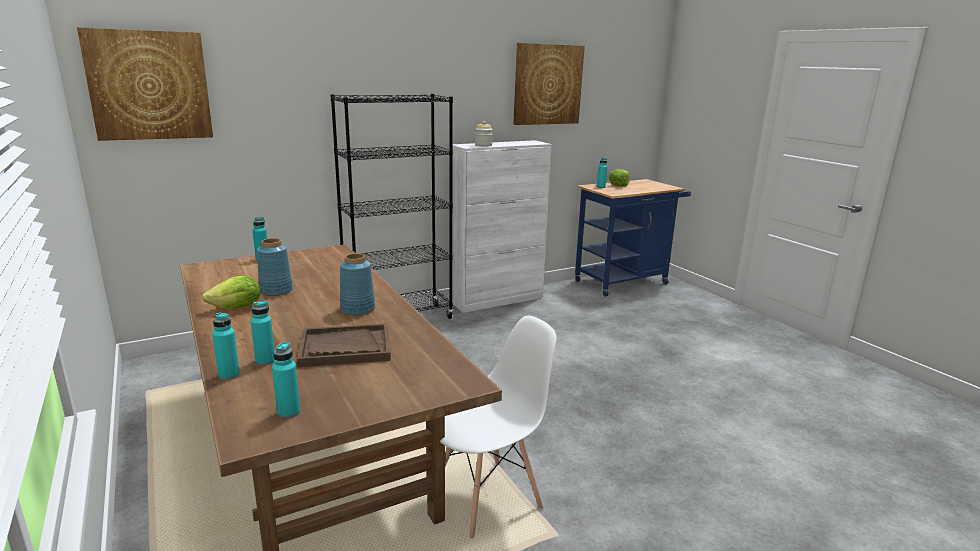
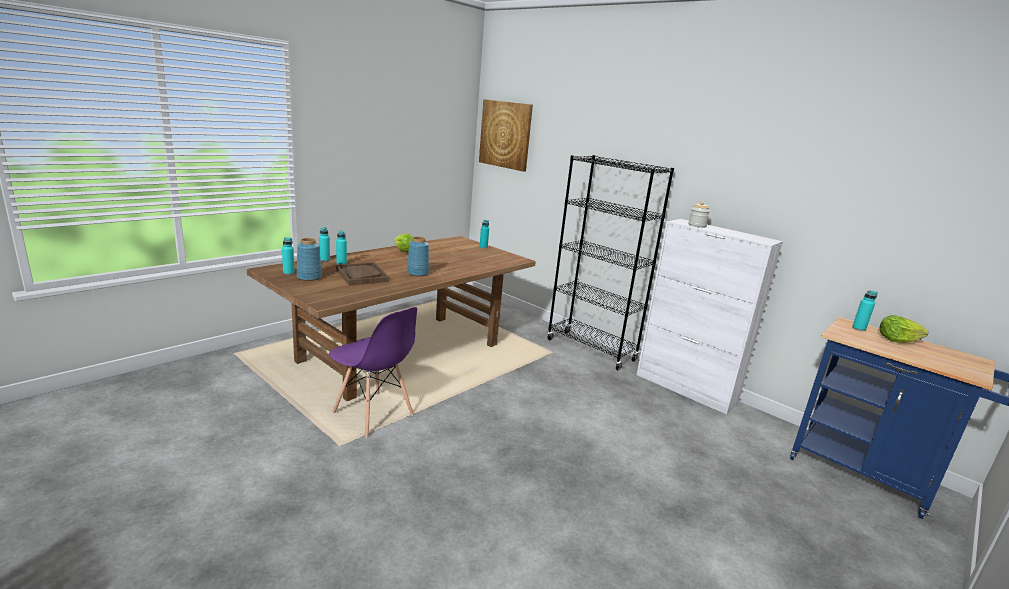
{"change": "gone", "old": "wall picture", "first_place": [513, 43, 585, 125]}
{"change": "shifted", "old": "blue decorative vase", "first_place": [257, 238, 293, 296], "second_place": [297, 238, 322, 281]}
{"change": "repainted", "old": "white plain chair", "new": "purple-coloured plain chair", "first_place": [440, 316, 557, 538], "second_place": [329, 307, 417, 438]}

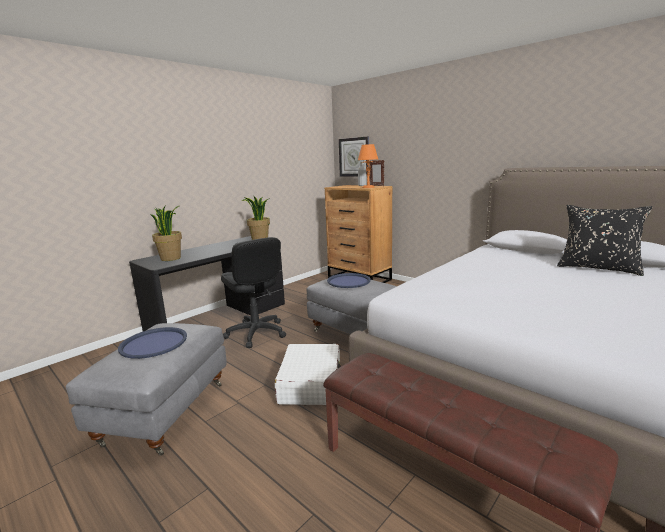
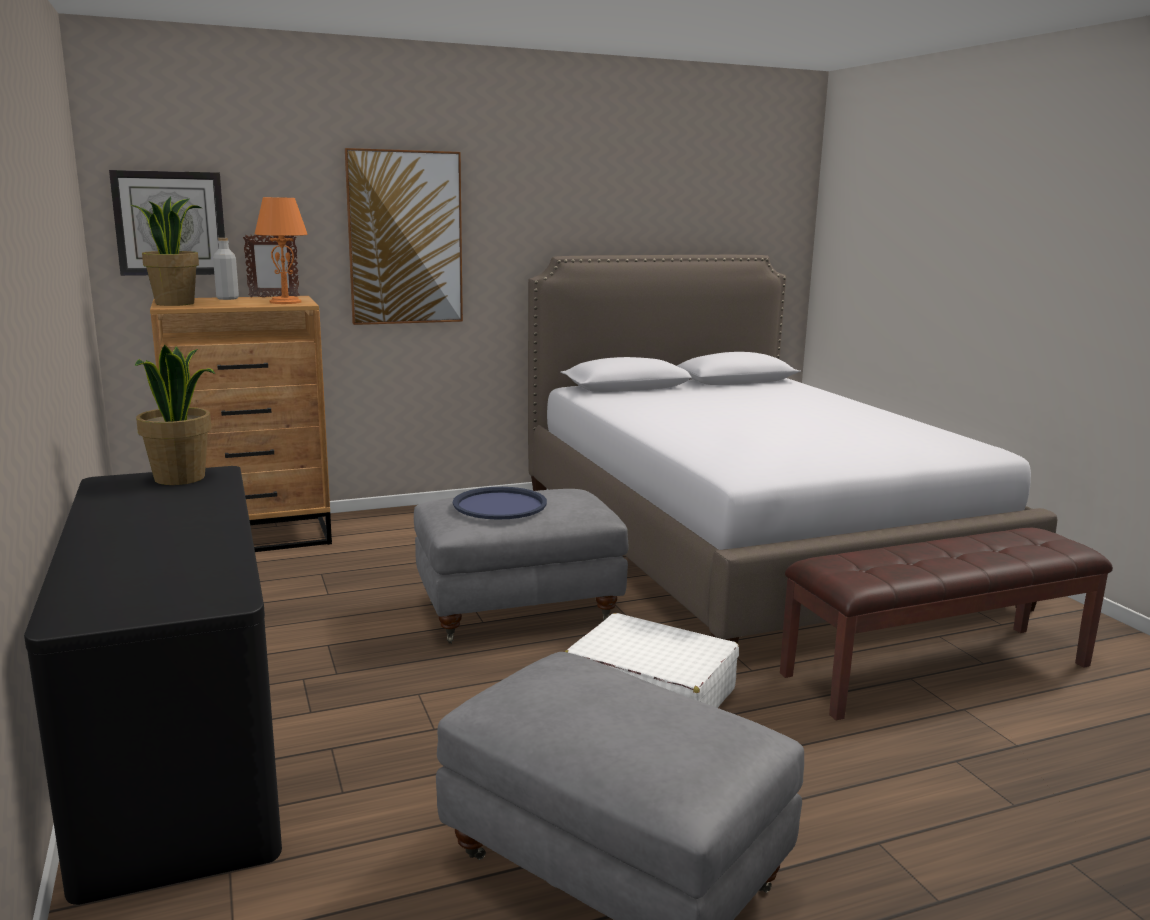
{"change": "gone", "old": "blue tray", "first_place": [118, 327, 187, 359]}
{"change": "gone", "old": "black-coloured desk chair", "first_place": [221, 237, 286, 348]}
{"change": "gone", "old": "black-coloured pillow", "first_place": [557, 205, 652, 276]}
{"change": "new", "new": "wall picture", "second_place": [345, 148, 463, 325]}
{"change": "shifted", "old": "potted plant", "first_place": [150, 205, 182, 261], "second_place": [131, 196, 202, 306]}

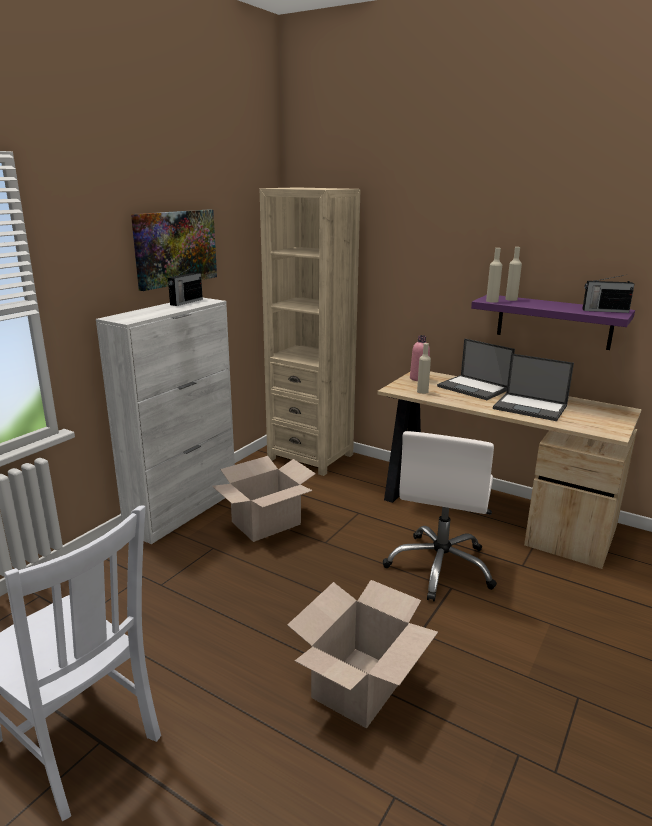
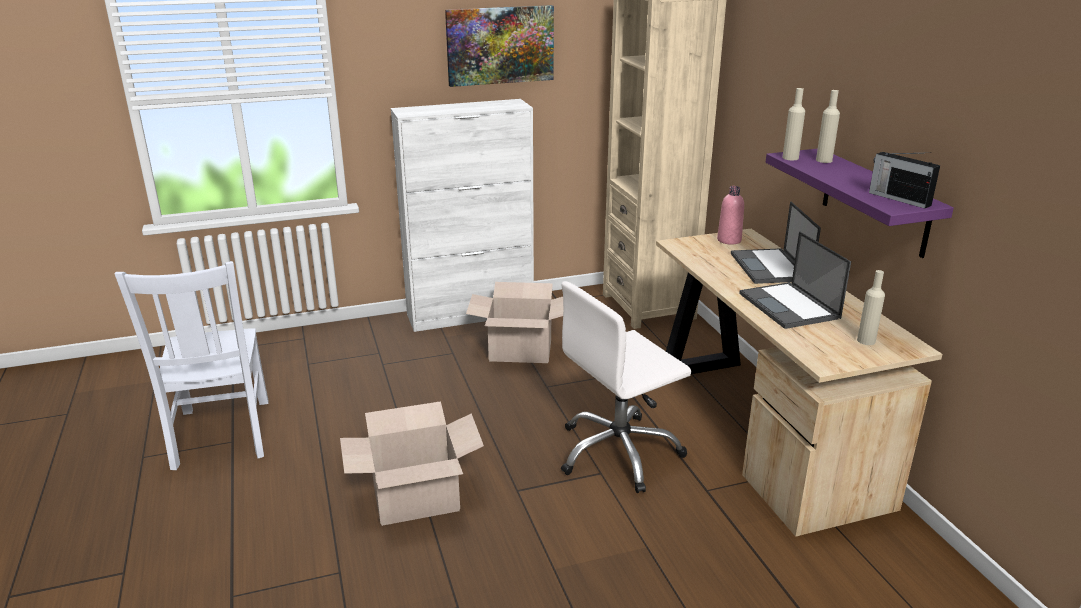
{"change": "gone", "old": "radio set", "first_place": [168, 267, 203, 306]}
{"change": "shifted", "old": "beige beverage bottle", "first_place": [417, 343, 431, 394], "second_place": [857, 270, 885, 345]}

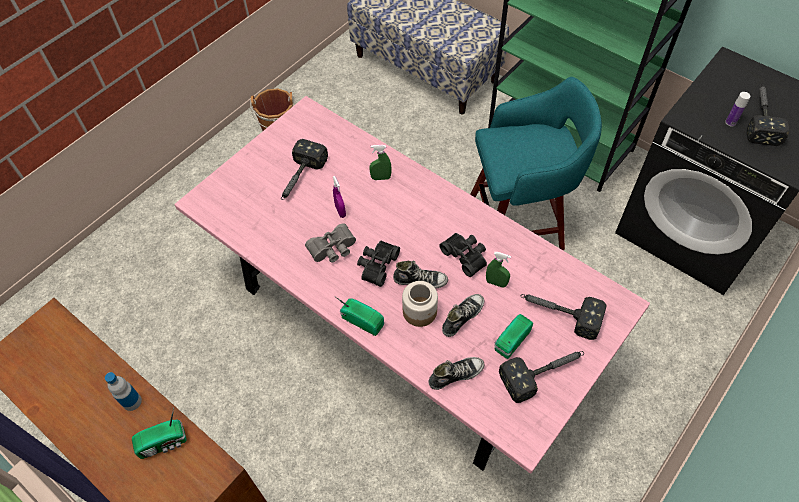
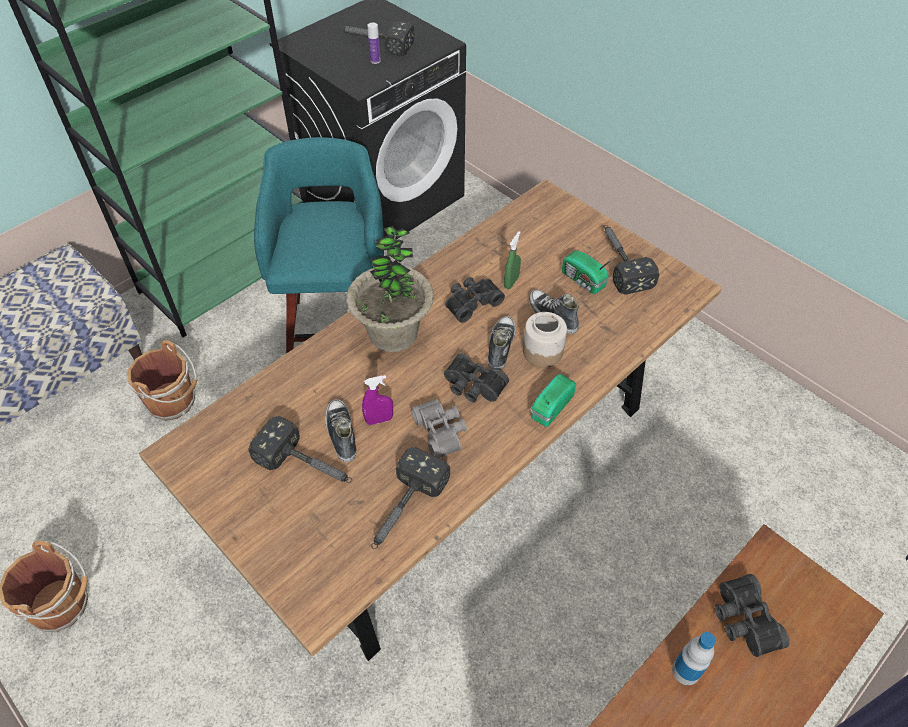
{"change": "gone", "old": "green-coloured hand sprayer", "first_place": [369, 145, 392, 180]}
{"change": "new", "new": "brown water bucket", "second_place": [128, 340, 197, 421]}
{"change": "new", "new": "potted plant", "second_place": [346, 226, 434, 352]}
{"change": "shifted", "old": "item of footwear", "first_place": [429, 357, 485, 390], "second_place": [325, 399, 357, 462]}
{"change": "shifted", "old": "hammer", "first_place": [521, 294, 607, 340], "second_place": [371, 447, 450, 549]}
{"change": "swapped", "old": "radio set", "new": "black-coloured pair of binoculars", "first_place": [132, 407, 187, 459], "second_place": [715, 574, 790, 657]}
{"change": "repainted", "old": "pinkish dinner table", "new": "brown dinner table", "first_place": [174, 96, 650, 473], "second_place": [139, 179, 722, 661]}

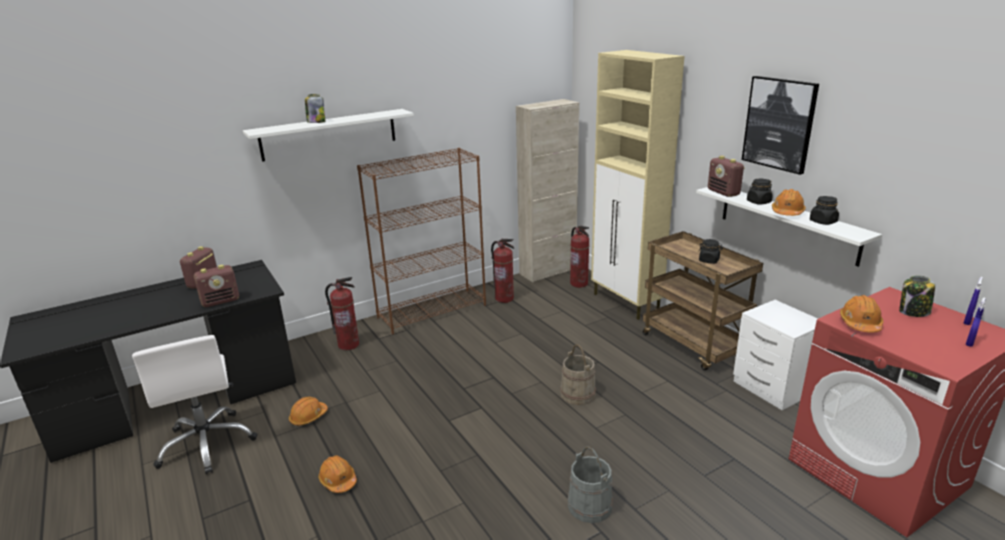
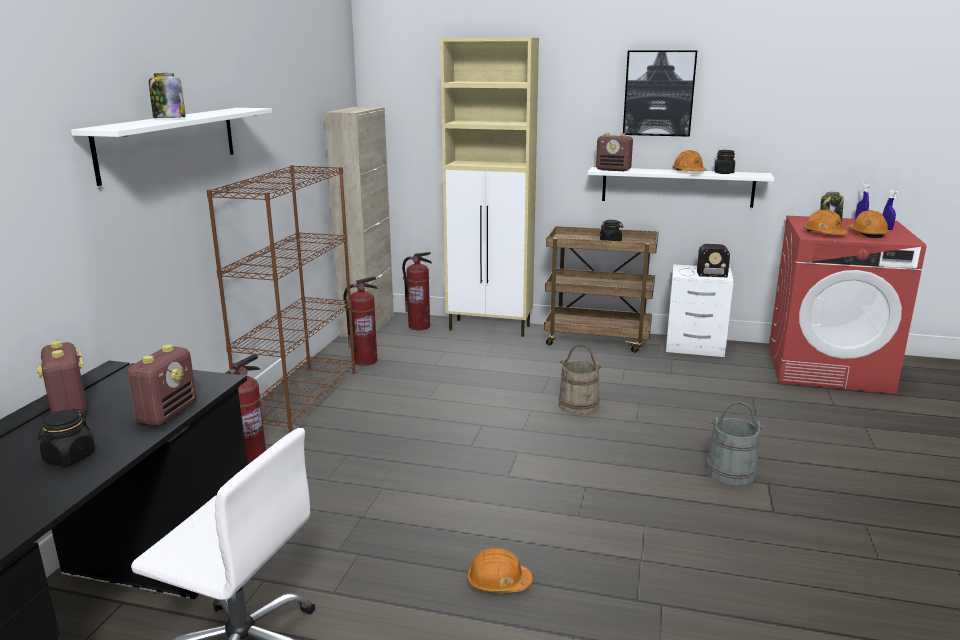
{"change": "new", "new": "radio set", "second_place": [679, 244, 730, 277]}
{"change": "shifted", "old": "orange safety helmet", "first_place": [289, 397, 328, 426], "second_place": [849, 210, 889, 238]}
{"change": "shifted", "old": "black-coloured storage jar", "first_place": [747, 179, 773, 205], "second_place": [38, 409, 95, 466]}

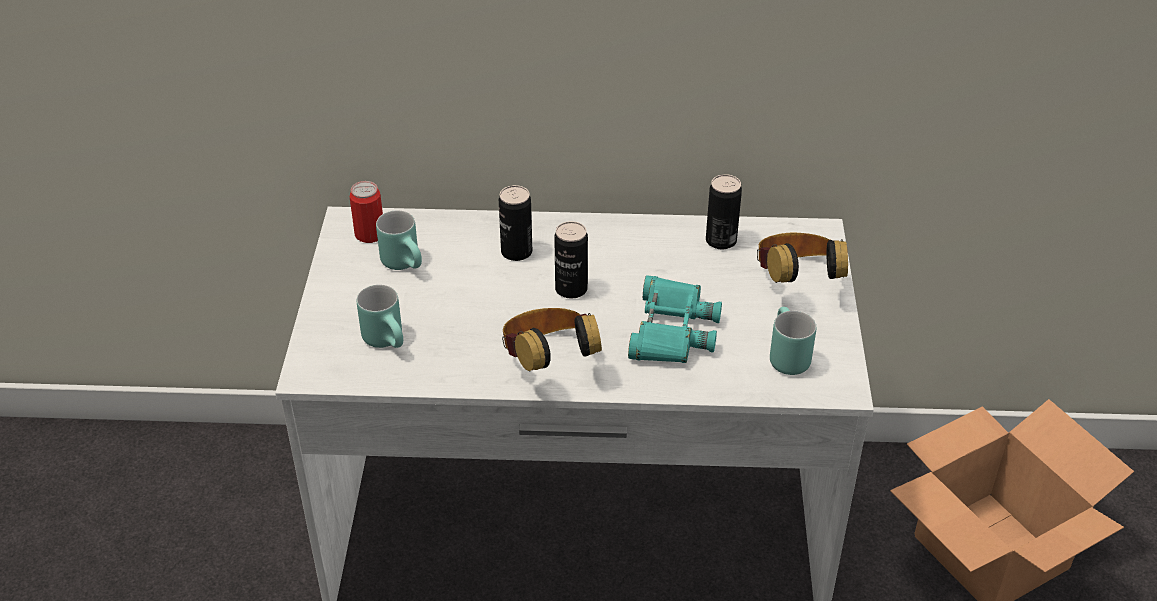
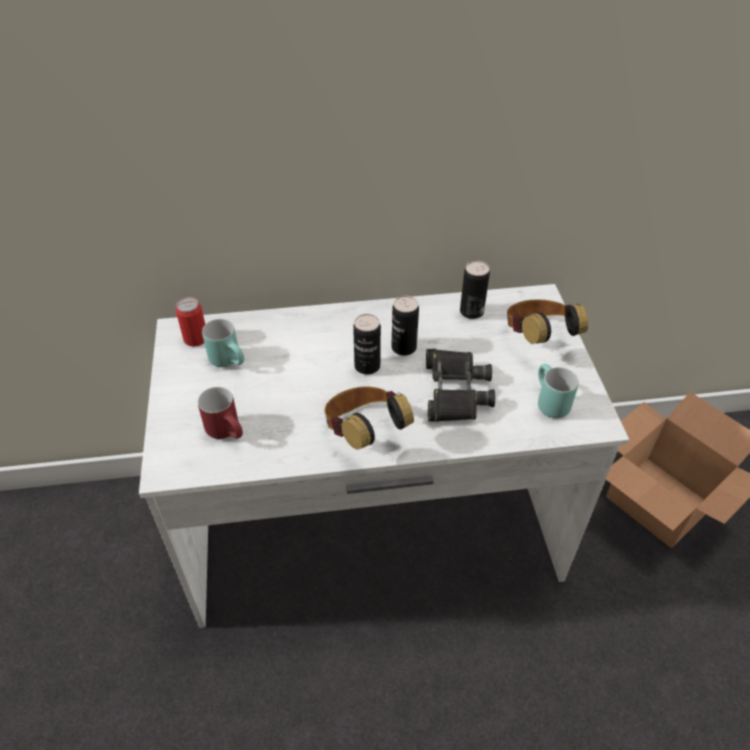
{"change": "shifted", "old": "metal can", "first_place": [499, 185, 532, 261], "second_place": [391, 295, 419, 355]}
{"change": "repainted", "old": "blue-green coffee mug", "new": "reddish coffee mug", "first_place": [357, 285, 403, 348], "second_place": [198, 387, 243, 439]}
{"change": "repainted", "old": "blue-green pair of binoculars", "new": "black-coloured pair of binoculars", "first_place": [628, 275, 722, 363], "second_place": [426, 349, 495, 422]}

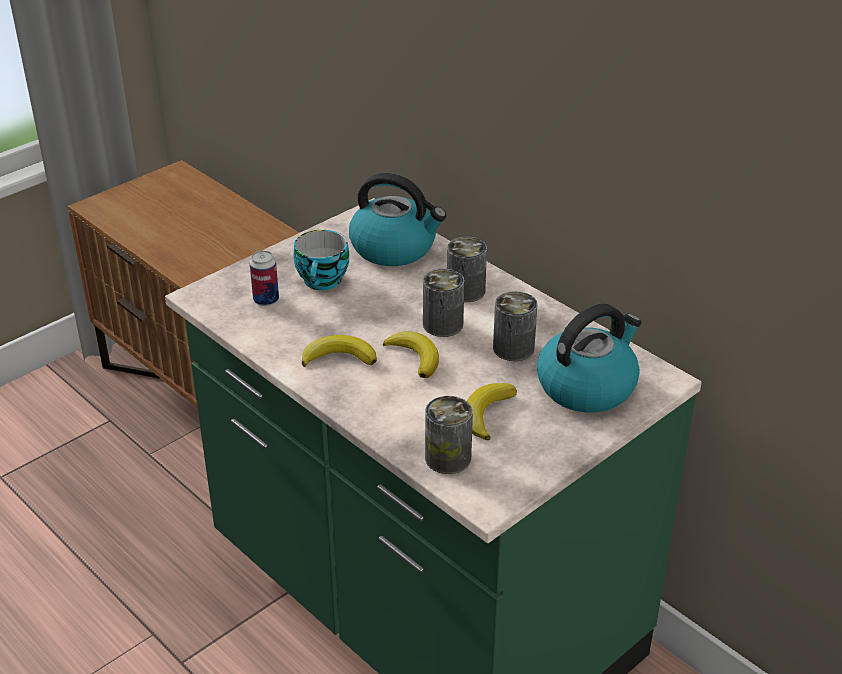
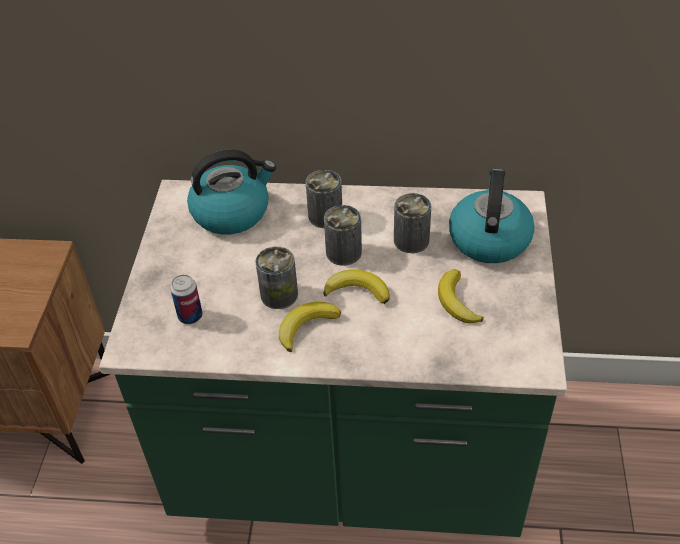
{"change": "gone", "old": "cup", "first_place": [294, 230, 349, 290]}
{"change": "shifted", "old": "metal can", "first_place": [425, 396, 473, 474], "second_place": [256, 247, 298, 309]}

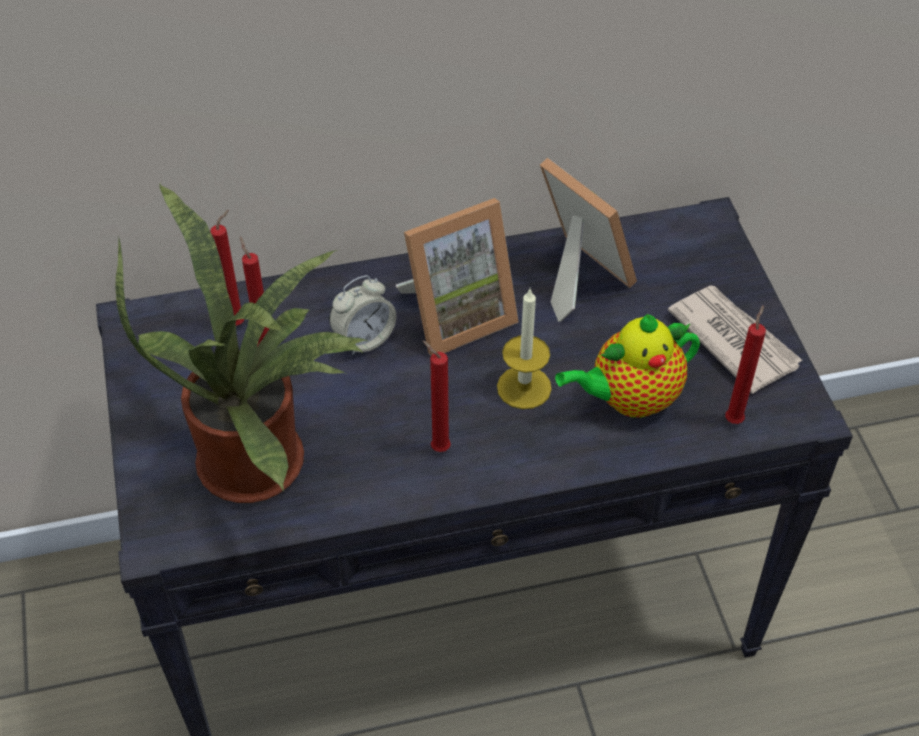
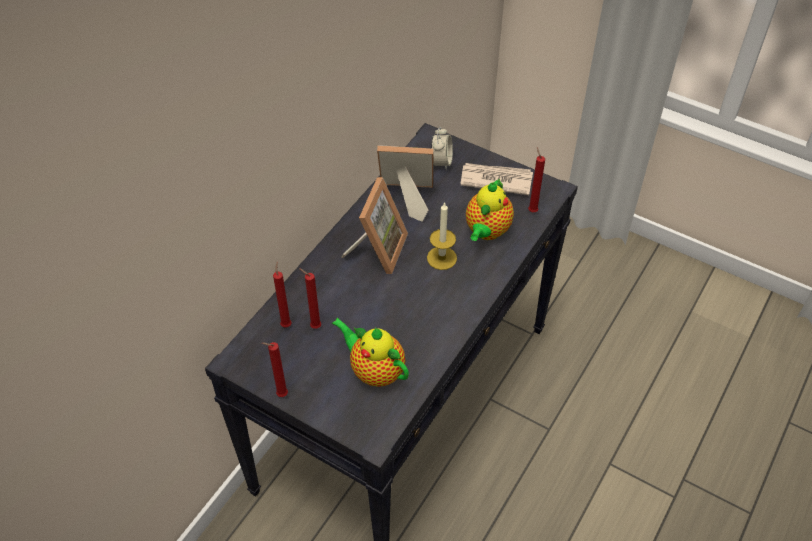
{"change": "shifted", "old": "bedside clock", "first_place": [329, 275, 396, 356], "second_place": [431, 127, 453, 170]}
{"change": "shifted", "old": "reddish candle", "first_place": [423, 341, 451, 452], "second_place": [262, 342, 288, 397]}
{"change": "swapped", "old": "potted plant", "new": "pot for tea", "first_place": [116, 184, 368, 503], "second_place": [332, 318, 409, 387]}

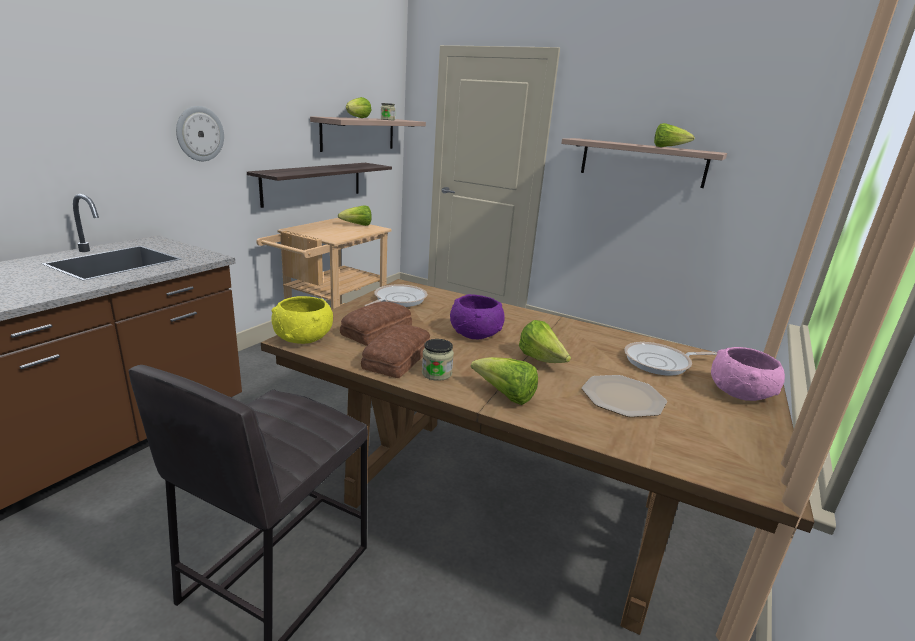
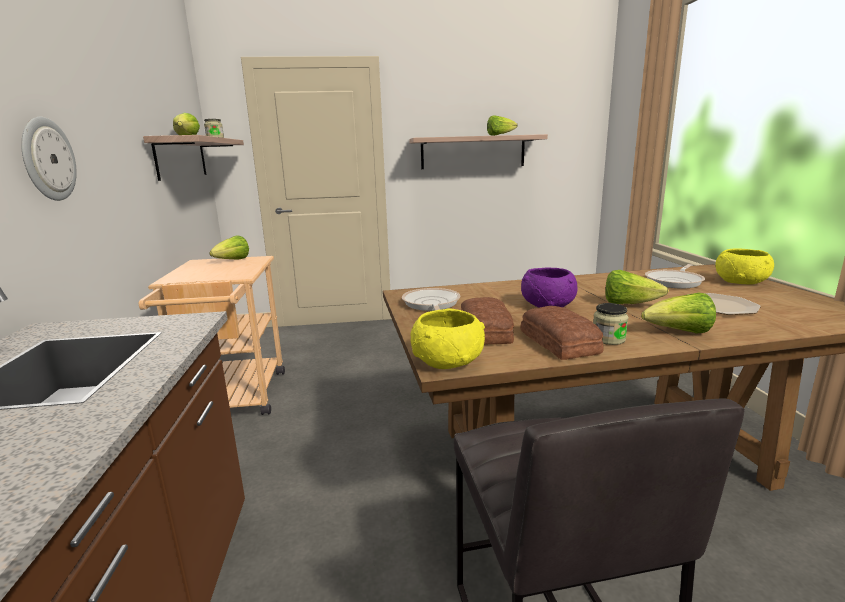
{"change": "gone", "old": "shelf", "first_place": [247, 163, 392, 208]}
{"change": "repainted", "old": "pinkish serving bowl", "new": "yellow-coloured serving bowl", "first_place": [711, 347, 785, 401], "second_place": [715, 249, 774, 285]}

